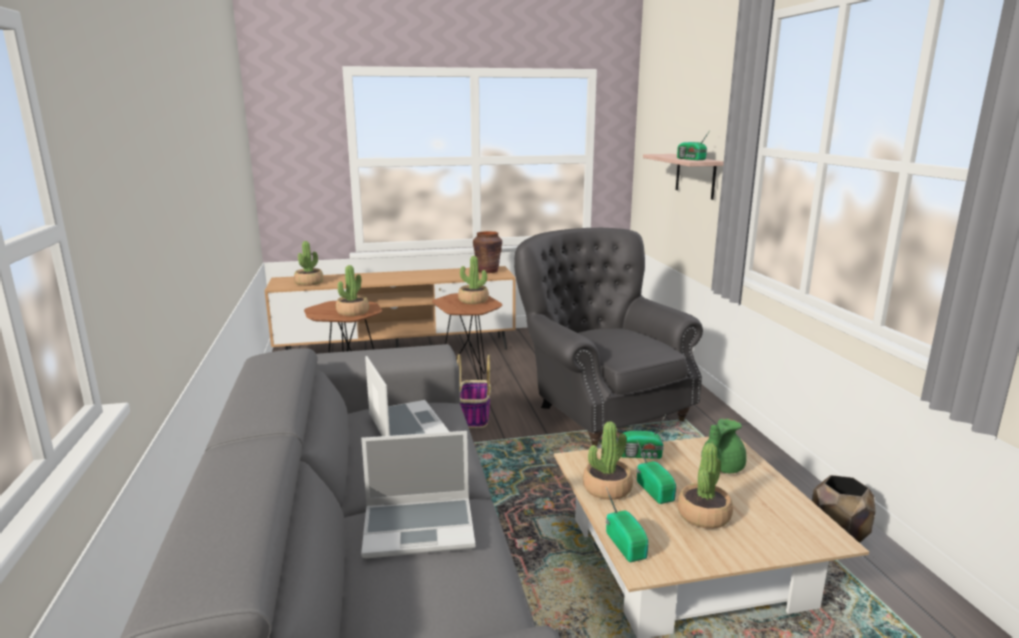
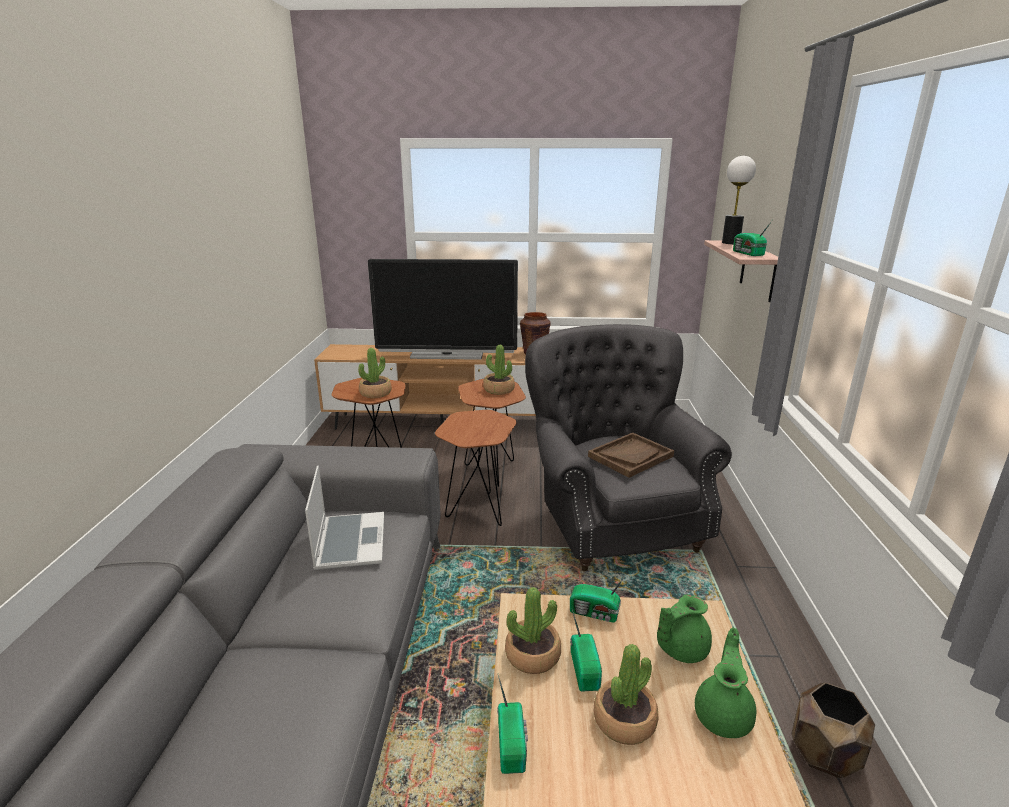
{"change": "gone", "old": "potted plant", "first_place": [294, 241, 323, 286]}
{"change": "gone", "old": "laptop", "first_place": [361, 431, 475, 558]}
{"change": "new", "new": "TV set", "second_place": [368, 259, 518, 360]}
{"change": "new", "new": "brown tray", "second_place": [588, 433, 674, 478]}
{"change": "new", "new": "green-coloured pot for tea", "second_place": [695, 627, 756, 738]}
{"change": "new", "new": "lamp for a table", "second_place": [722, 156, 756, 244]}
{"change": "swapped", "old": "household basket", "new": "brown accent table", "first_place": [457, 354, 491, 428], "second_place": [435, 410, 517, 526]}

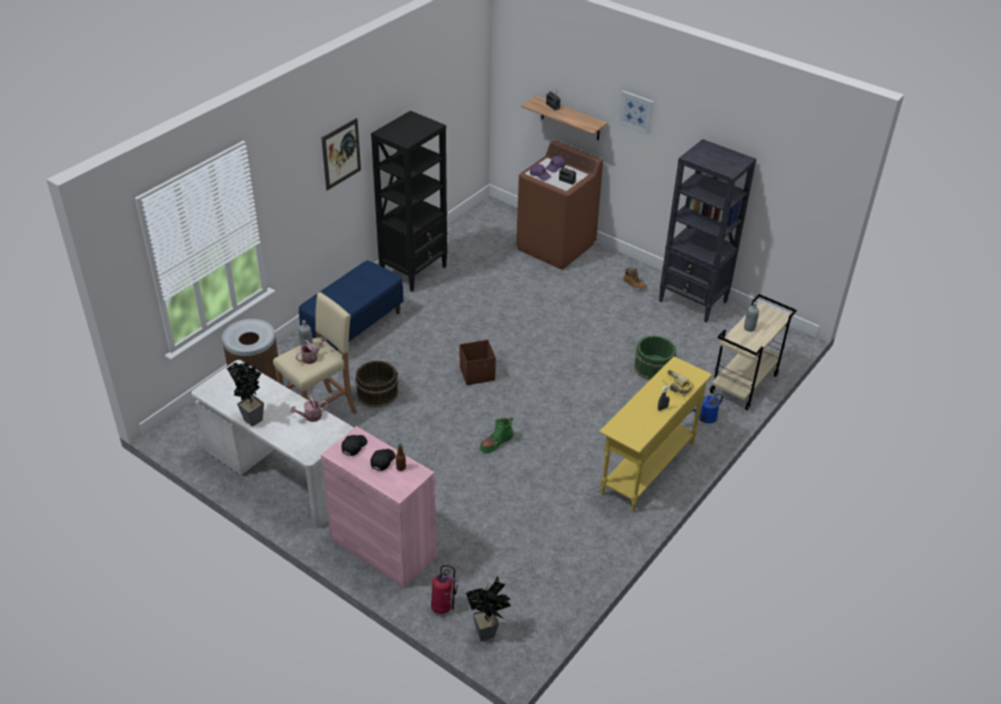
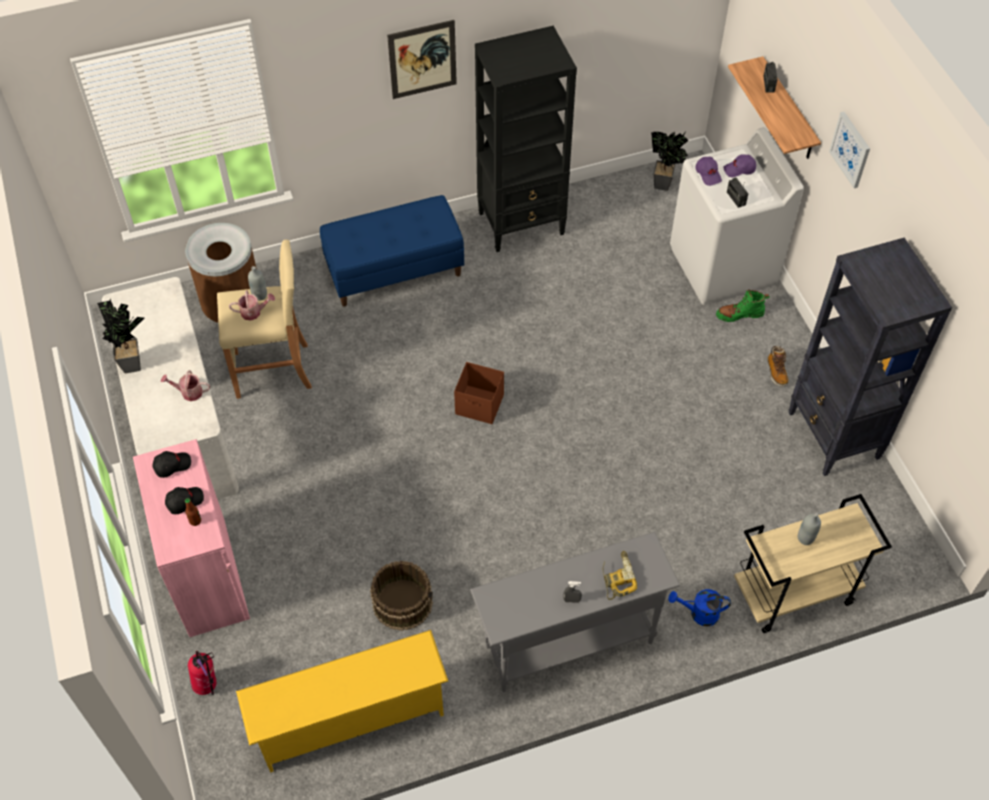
{"change": "gone", "old": "green-coloured water bucket", "first_place": [634, 336, 676, 380]}
{"change": "new", "new": "yellow-coloured shoe stand", "second_place": [236, 630, 448, 772]}
{"change": "shifted", "old": "brown water bucket", "first_place": [355, 361, 399, 408], "second_place": [370, 561, 433, 631]}
{"change": "shifted", "old": "potted plant", "first_place": [466, 576, 511, 641], "second_place": [651, 132, 689, 191]}
{"change": "shifted", "old": "green-coloured tall boot", "first_place": [479, 417, 514, 453], "second_place": [716, 289, 770, 322]}
{"change": "repainted", "old": "brown washing machine", "new": "white washing machine", "first_place": [516, 140, 603, 270], "second_place": [670, 127, 804, 305]}
{"change": "repainted", "old": "yellow-coloured console table", "new": "gray console table", "first_place": [599, 356, 712, 512], "second_place": [470, 532, 680, 692]}

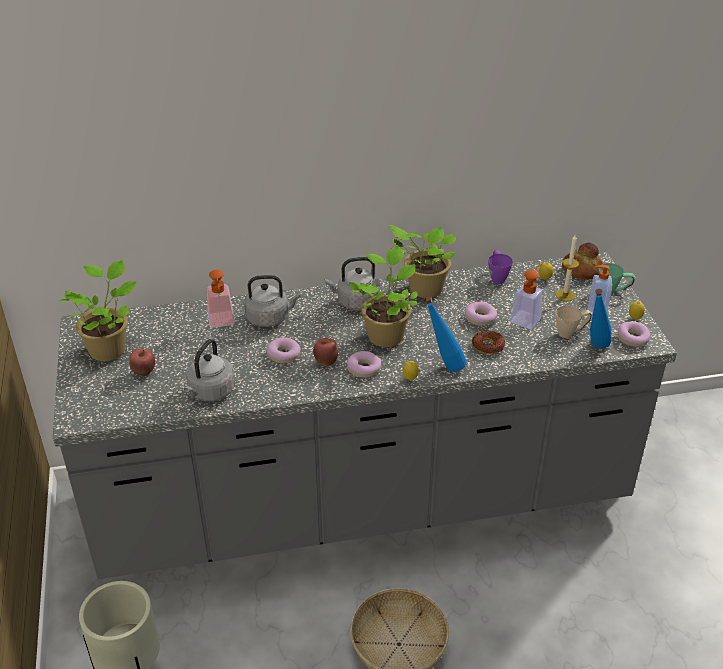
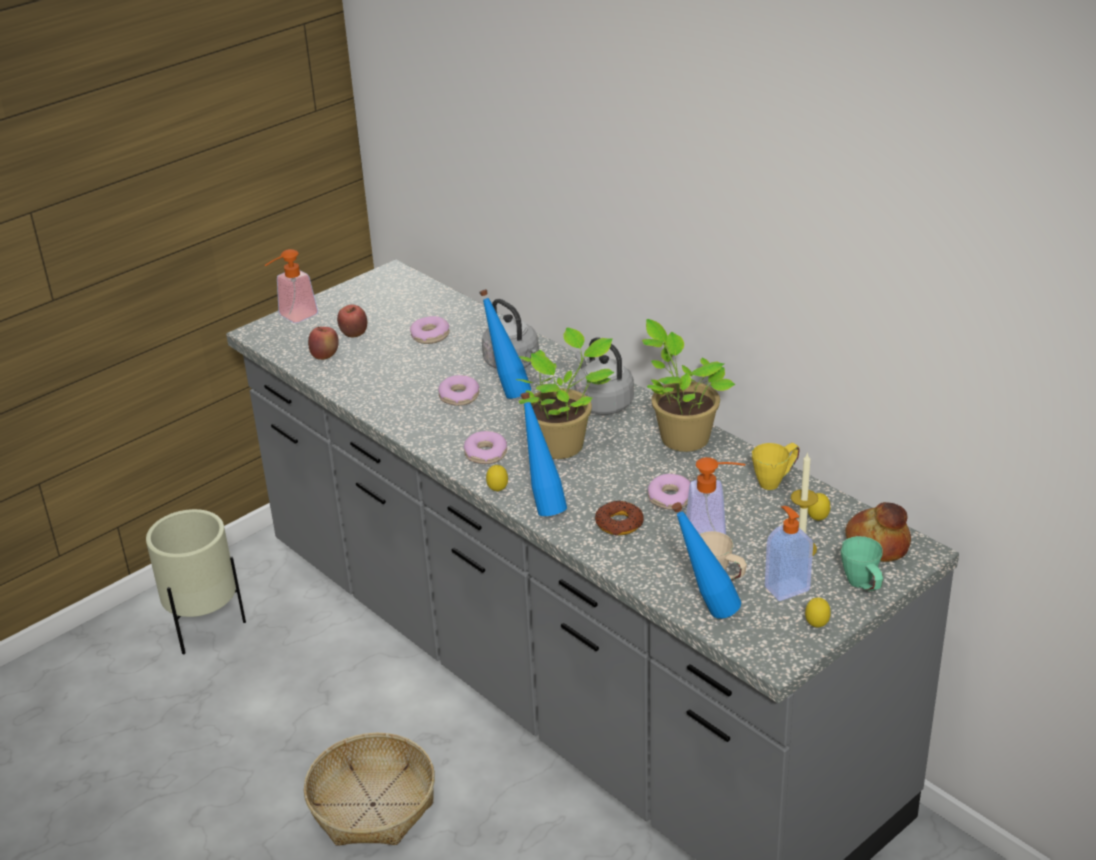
{"change": "gone", "old": "potted plant", "first_place": [59, 260, 137, 361]}
{"change": "gone", "old": "gray water kettle", "first_place": [184, 339, 235, 401]}
{"change": "new", "new": "blue beverage bottle", "second_place": [479, 289, 531, 399]}
{"change": "shifted", "old": "liquid soap bottle", "first_place": [207, 270, 235, 328], "second_place": [265, 249, 318, 323]}
{"change": "shifted", "old": "apple fruit", "first_place": [313, 338, 338, 366], "second_place": [308, 326, 339, 360]}
{"change": "shifted", "old": "doughnut", "first_place": [617, 321, 650, 347], "second_place": [410, 316, 450, 344]}
{"change": "repainted", "old": "purple-coloured coffee mug", "new": "yellow-coloured coffee mug", "first_place": [488, 250, 513, 284], "second_place": [752, 443, 800, 490]}

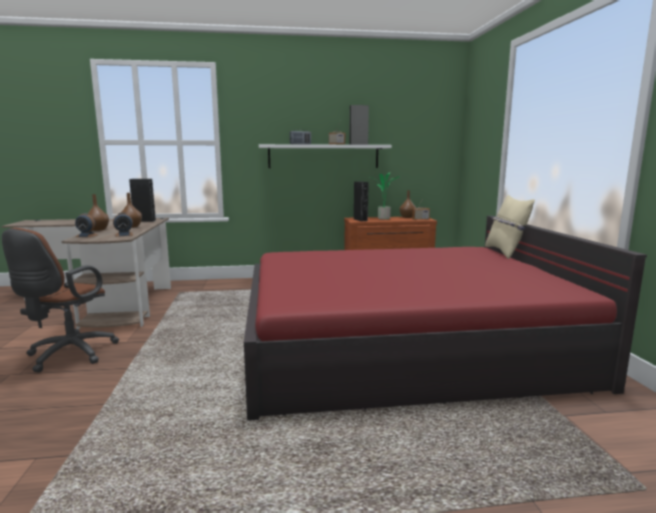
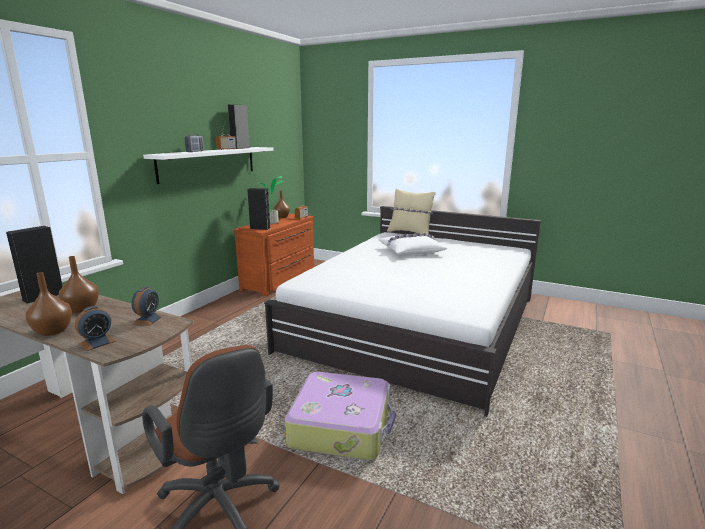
{"change": "new", "new": "piece of luggage", "second_place": [285, 372, 396, 460]}
{"change": "new", "new": "white pillow", "second_place": [378, 233, 447, 255]}
{"change": "repainted", "old": "reddish sleeping bed", "new": "white sleeping bed", "first_place": [244, 216, 647, 420], "second_place": [264, 206, 541, 417]}

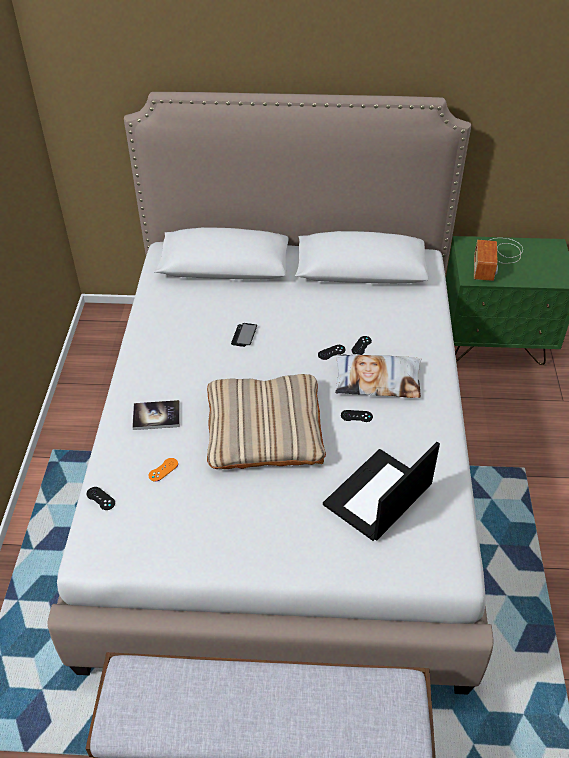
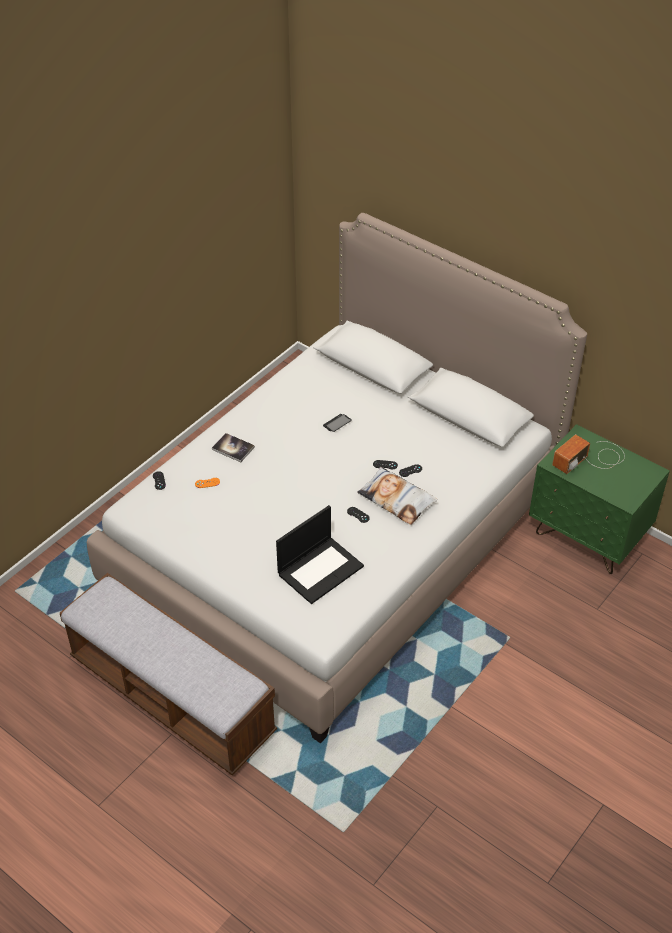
{"change": "gone", "old": "beige pillow", "first_place": [207, 374, 326, 469]}
{"change": "rotated", "old": "laptop", "first_place": [323, 442, 440, 541], "second_place": [276, 505, 364, 604], "degrees": 150}

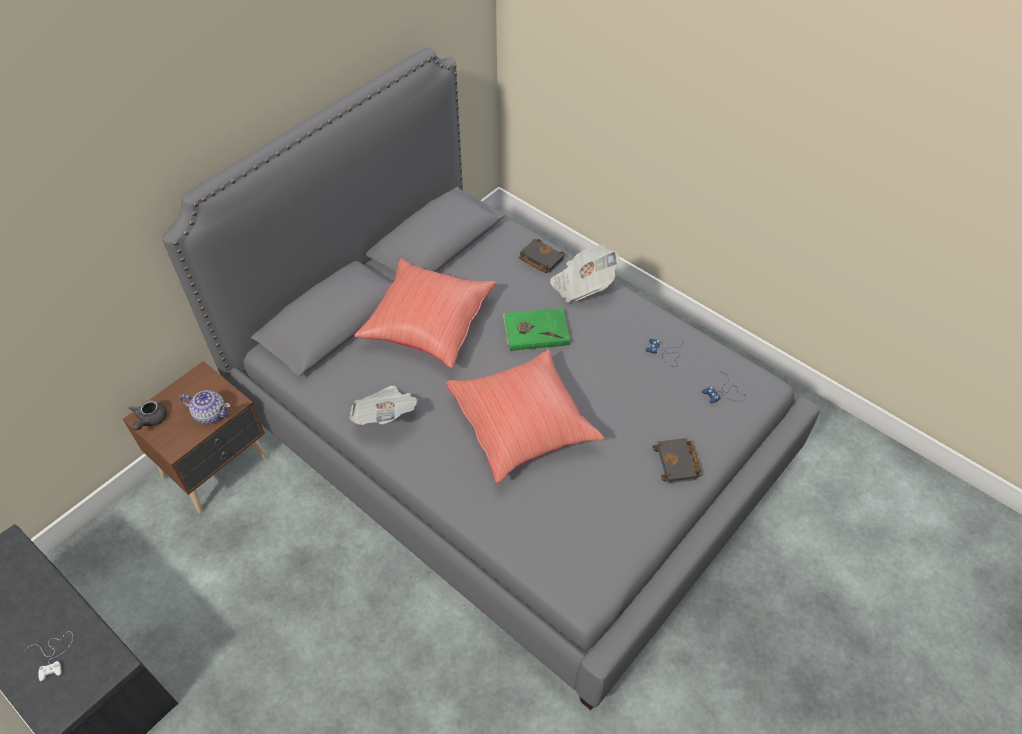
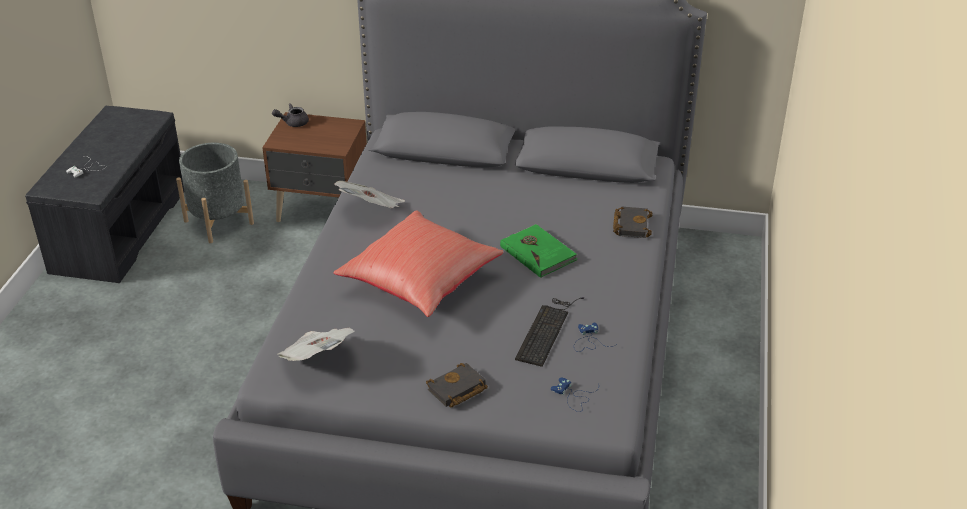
{"change": "gone", "old": "pot for tea", "first_place": [180, 390, 231, 424]}
{"change": "gone", "old": "reddish pillow", "first_place": [354, 258, 496, 368]}
{"change": "new", "new": "gray flower pot", "second_place": [176, 143, 254, 243]}
{"change": "new", "new": "computer keyboard", "second_place": [515, 297, 584, 367]}
{"change": "shifted", "old": "newspaper", "first_place": [550, 245, 620, 303], "second_place": [277, 328, 354, 361]}

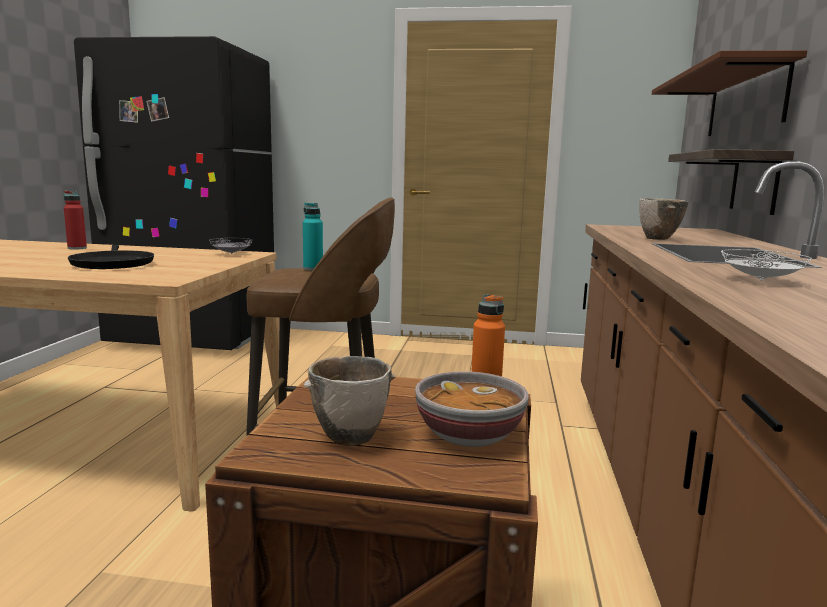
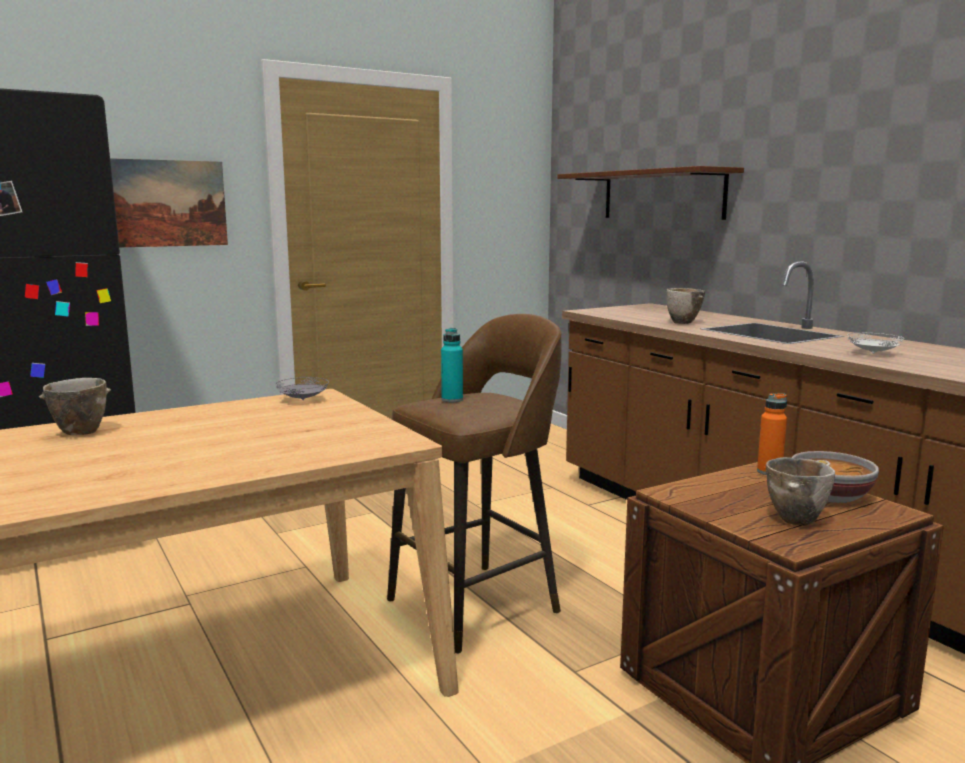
{"change": "gone", "old": "black-coloured skillet", "first_place": [68, 245, 154, 269]}
{"change": "gone", "old": "shelf", "first_place": [668, 149, 794, 215]}
{"change": "new", "new": "wall picture", "second_place": [110, 158, 228, 247]}
{"change": "swapped", "old": "reddish beverage bottle", "new": "serving bowl", "first_place": [64, 191, 87, 250], "second_place": [39, 378, 111, 435]}

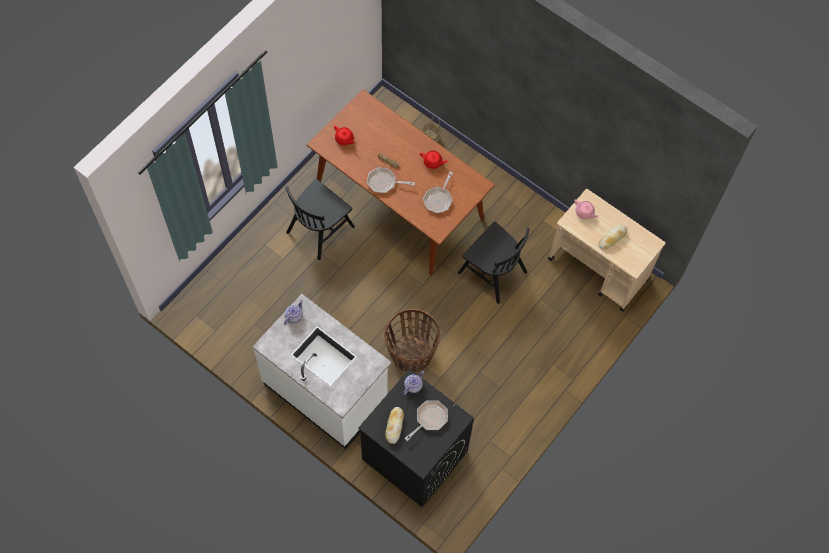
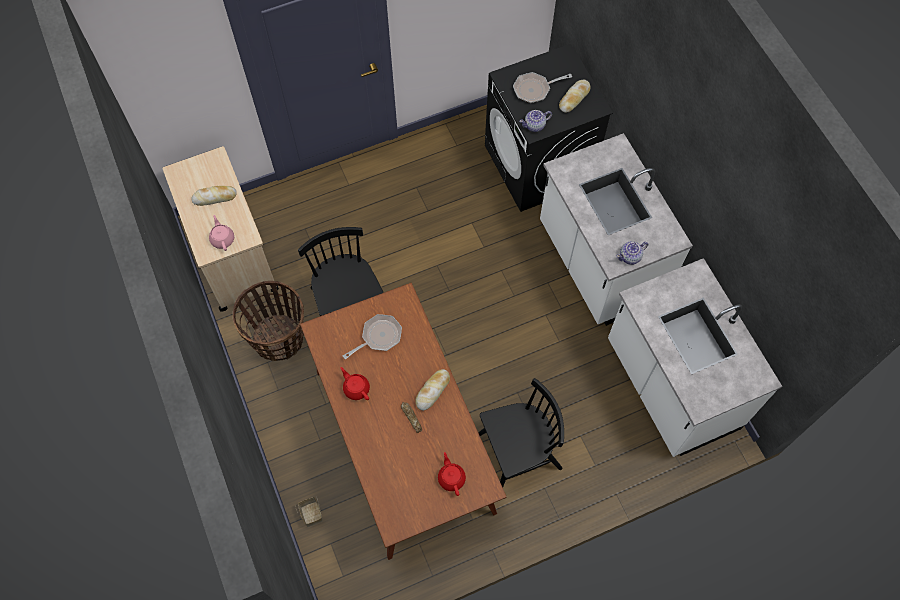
{"change": "new", "new": "white kitchen base unit", "second_place": [608, 258, 783, 457]}
{"change": "shifted", "old": "household basket", "first_place": [384, 309, 440, 372], "second_place": [233, 281, 304, 361]}
{"change": "swapped", "old": "skillet", "new": "bread", "first_place": [367, 167, 415, 193], "second_place": [416, 369, 450, 411]}

